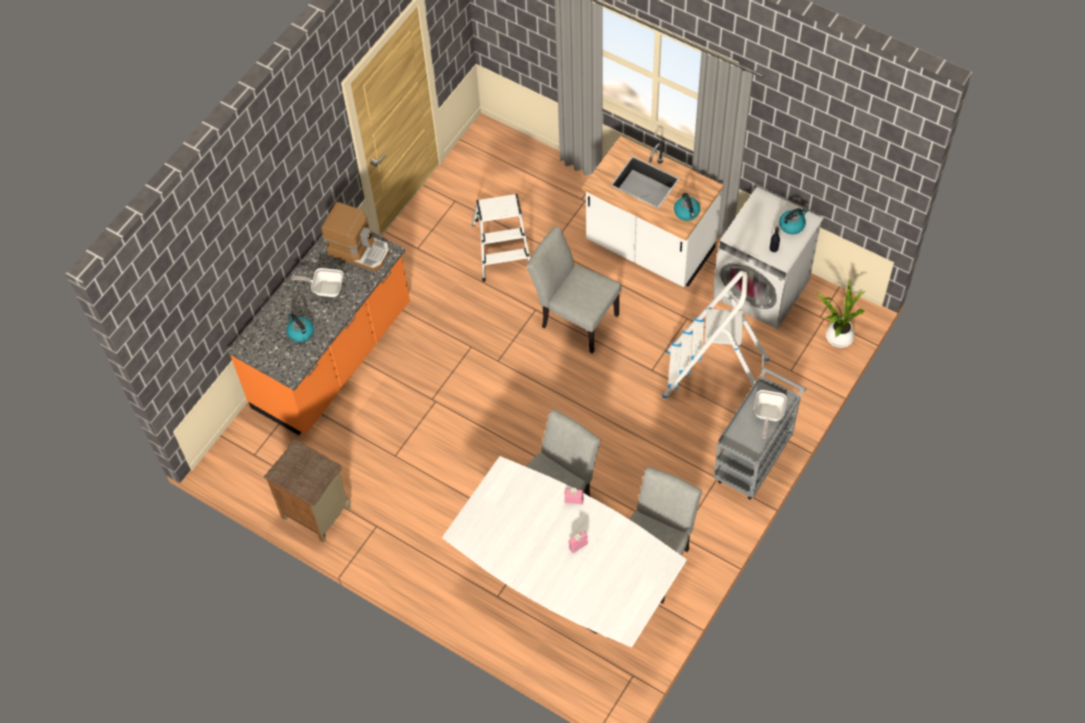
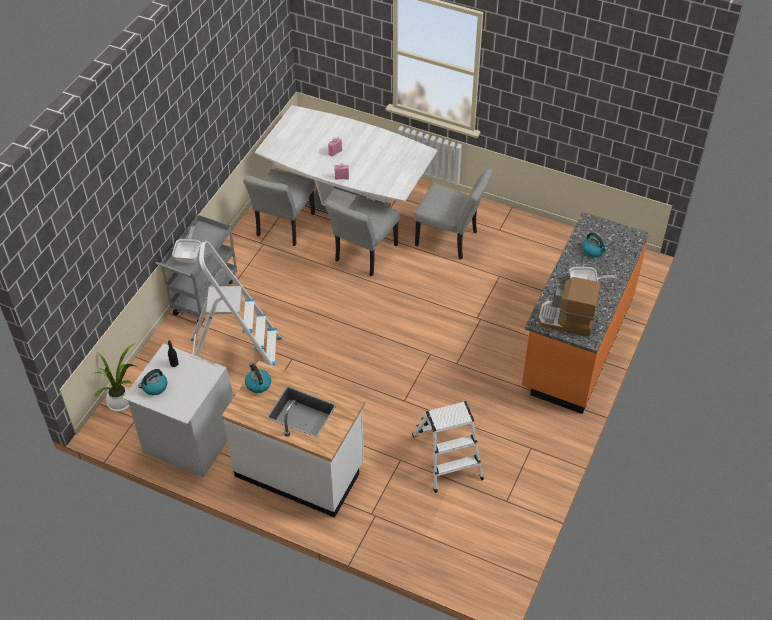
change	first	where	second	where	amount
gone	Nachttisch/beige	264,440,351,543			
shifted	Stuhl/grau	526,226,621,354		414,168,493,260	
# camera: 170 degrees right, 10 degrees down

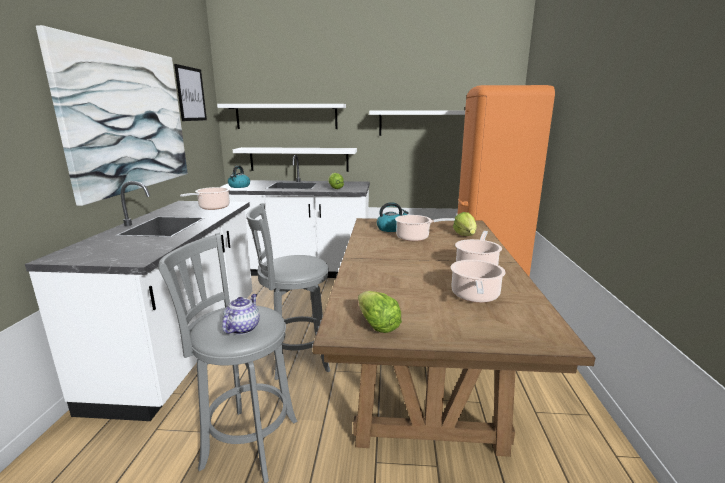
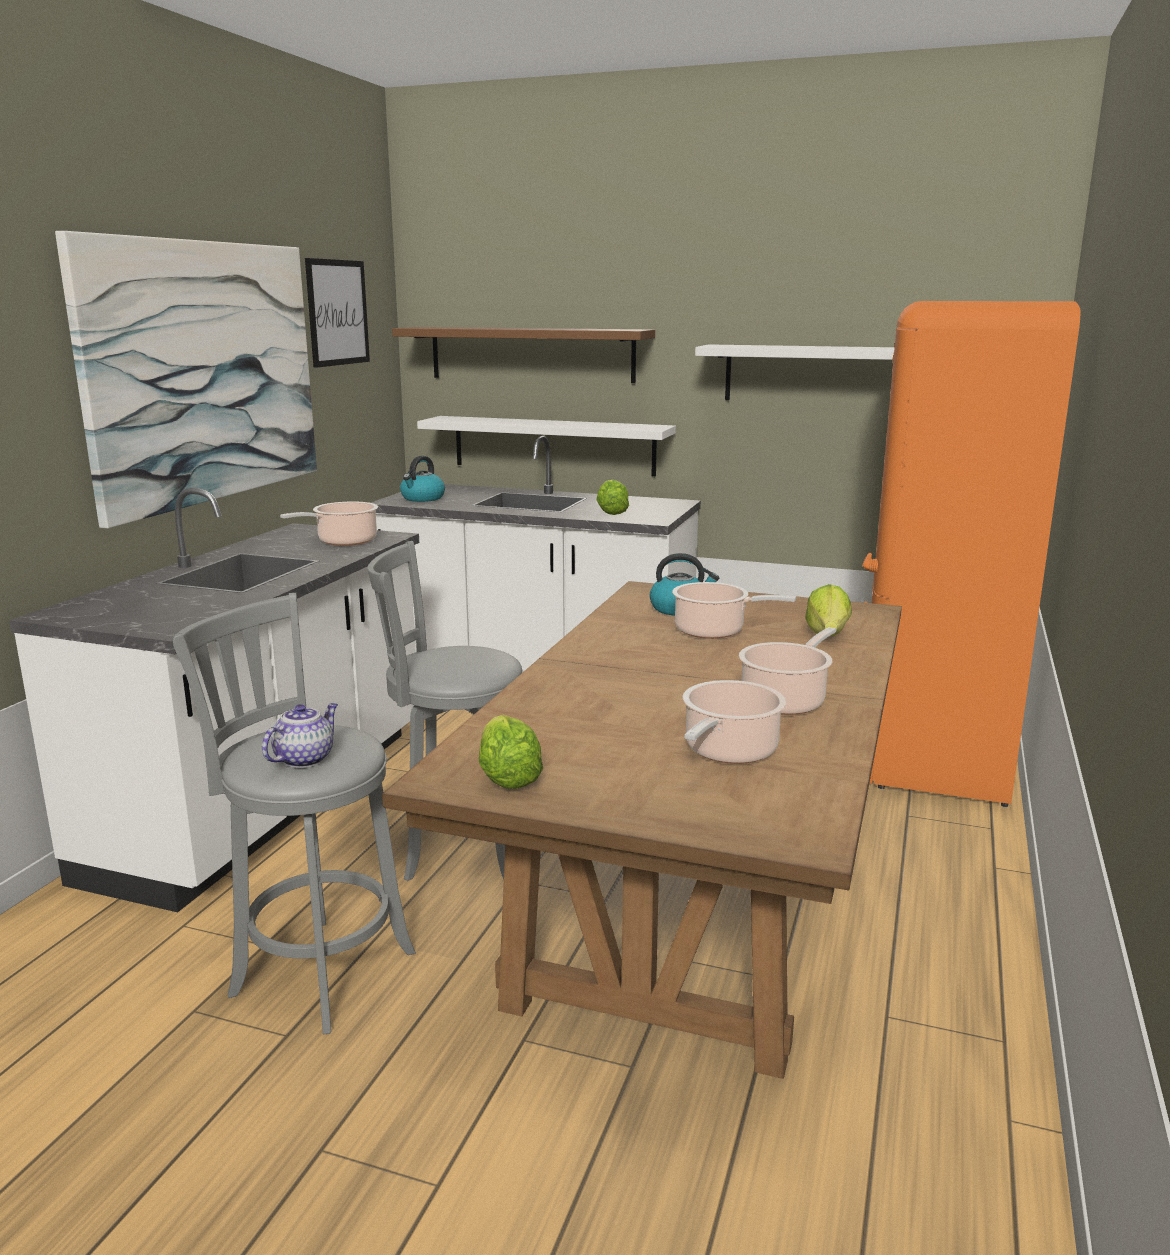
change	first	where	second	where	amount
repainted	Wandregal/weiß	217,104,346,129	Wandregal/braun	392,327,655,383	
# camera: 15 degrees right, 0 degrees up

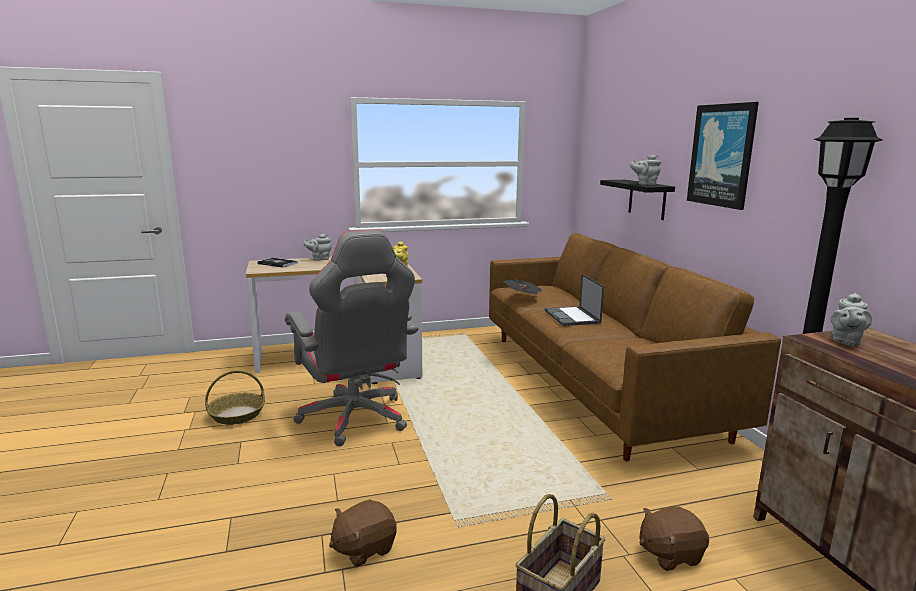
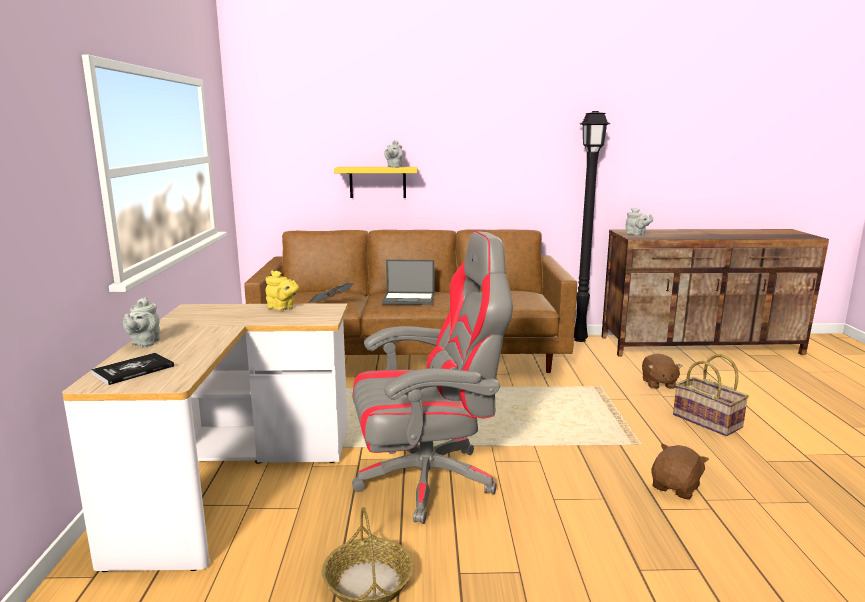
change	first	where	second	where	amount
rotated	Plüschtier/braun	329,499,397,567		651,444,709,500	120 degrees counterclockwise
repainted	Wandregal/schwarz	600,180,675,220	Wandregal/gelb	334,167,417,198	
gone	Bild	687,102,759,210			
# camera: 75 degrees left, 0 degrees up

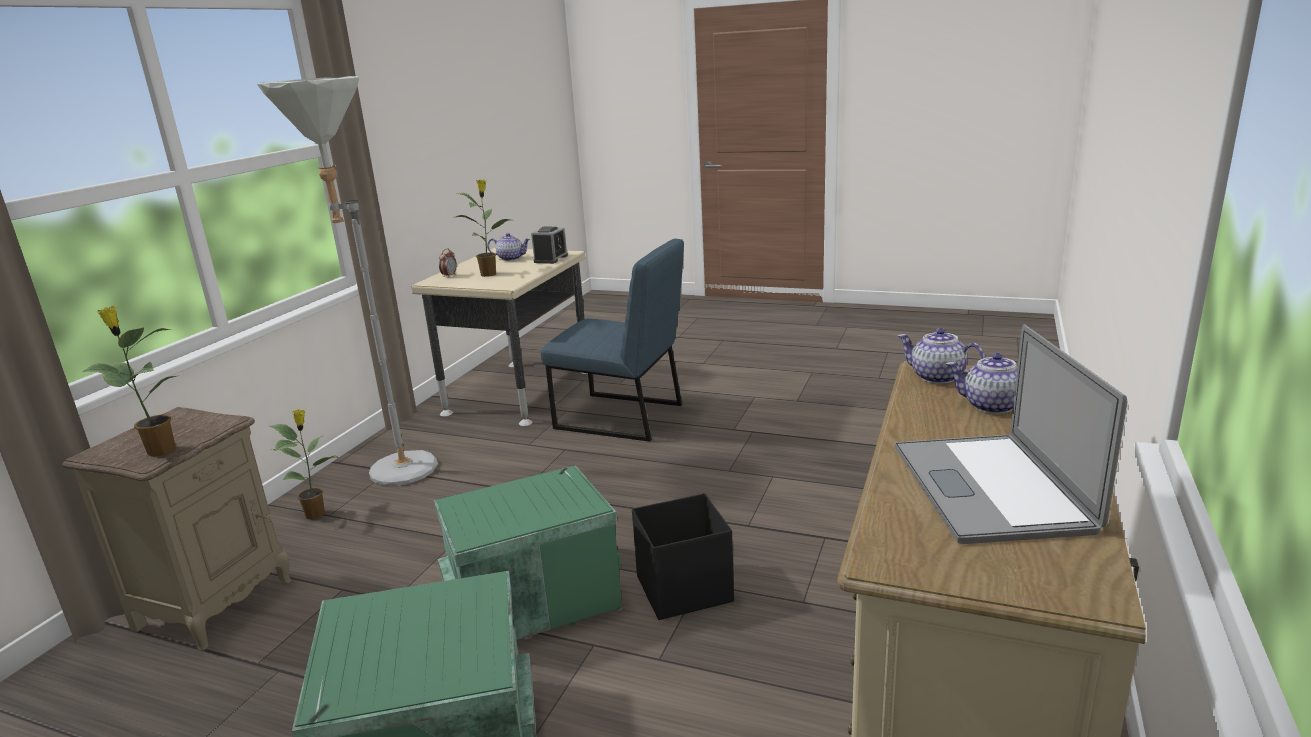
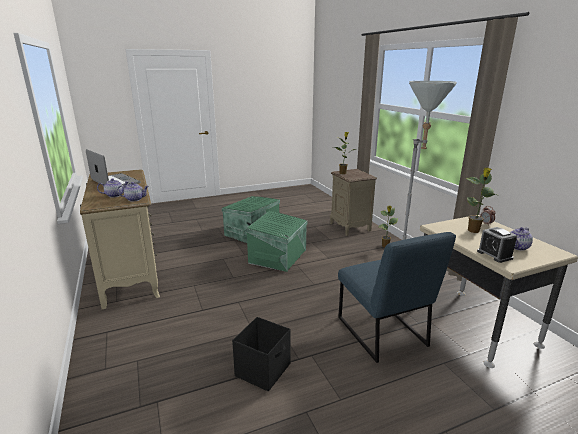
change	first	where	second	where	amount
rotated	Stuhl/blau	541,239,684,442		338,232,456,363	90 degrees counterclockwise
shifted	Aufbewahrungsbox/schwarz	632,493,734,620		232,317,290,392	
# camera: 135 degrees right, 0 degrees up

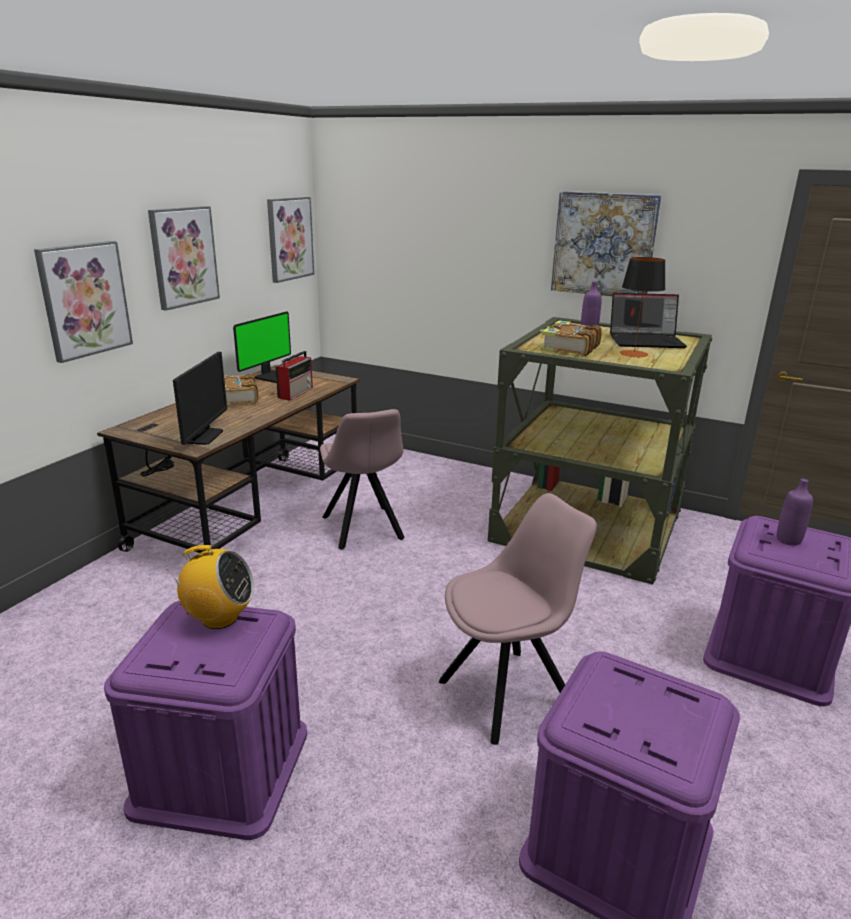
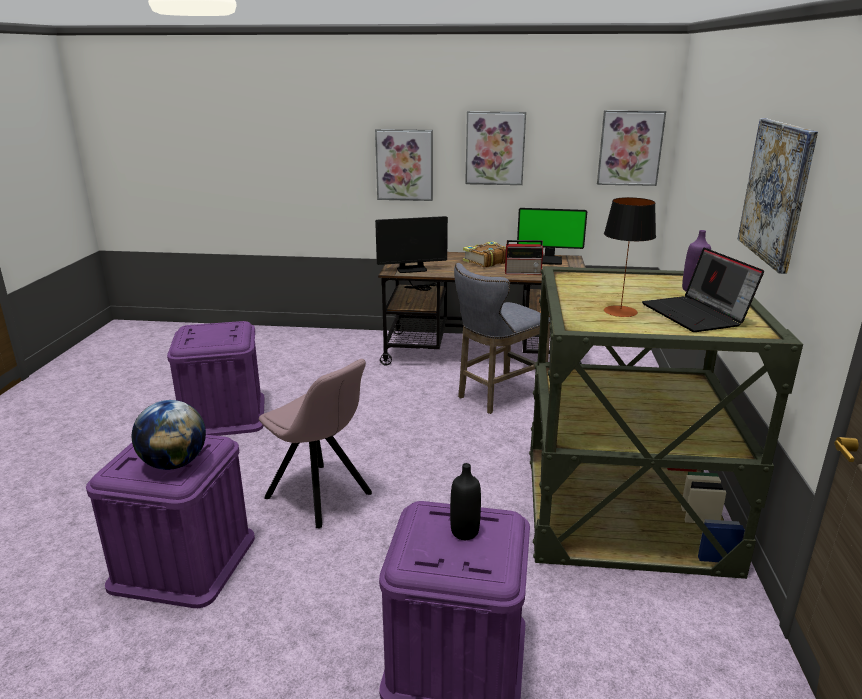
change	first	where	second	where	amount
gone	Radio	166,545,254,629			
swapped	Stuhl/rosa	320,409,405,550	Hocker/grau	454,263,550,414	
gone	Buch	540,320,602,356			
repainted	Flasche/lila	777,479,813,546	Flasche/schwarz	450,463,481,540	
new			Globus	132,400,206,470	
# camera: 70 degrees right, 0 degrees up

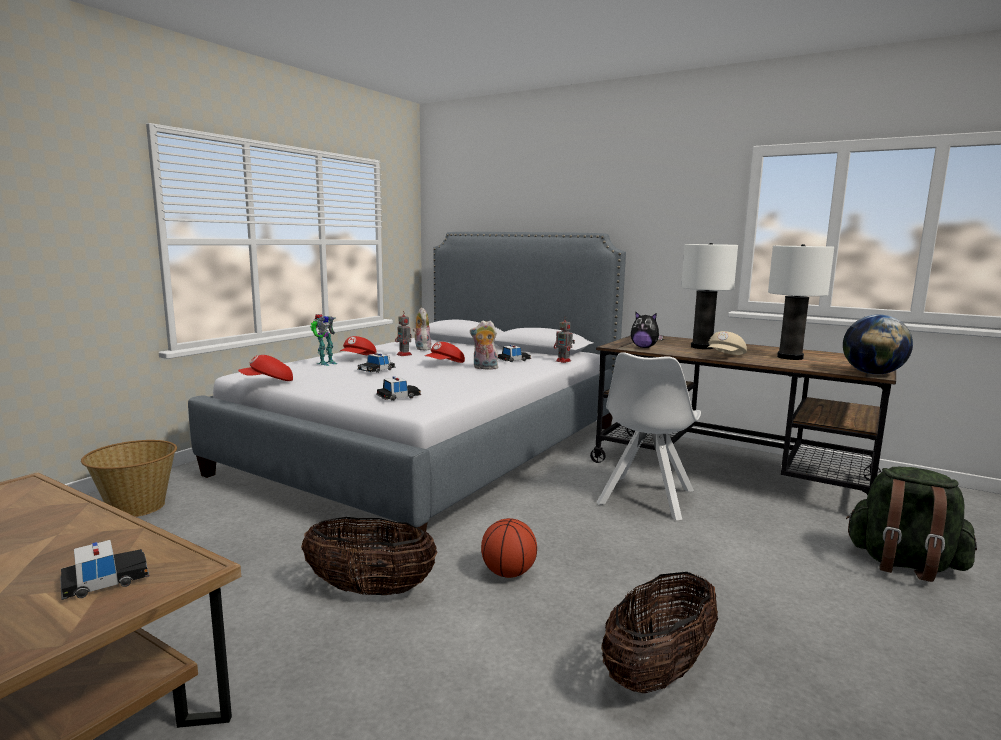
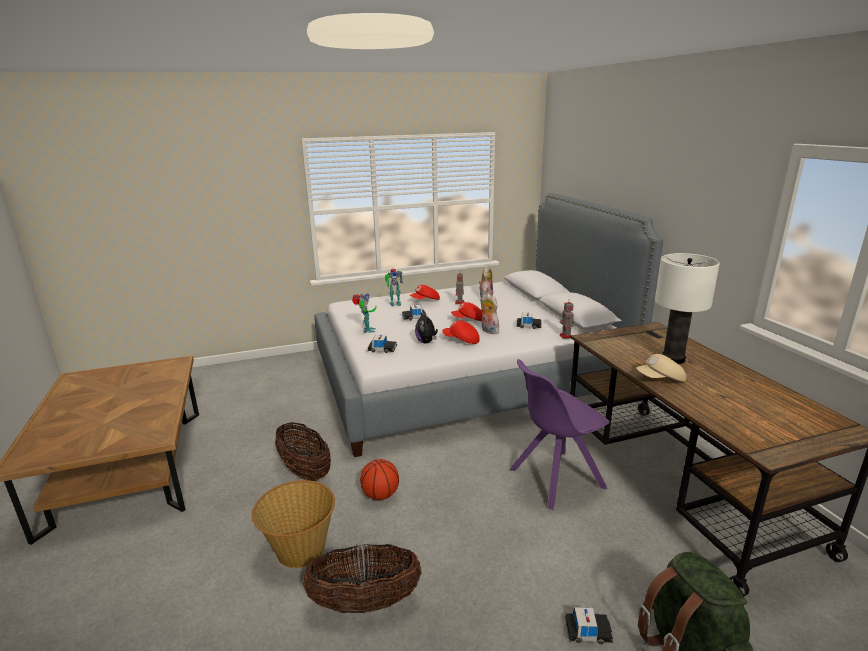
change	first	where	second	where	amount
shifted	Spielzeugauto	60,540,150,600		564,607,613,645	
shifted	Korb	81,440,177,517		252,480,335,568	
shifted	Kappe/rot	238,355,293,381		442,320,479,344	
repainted	Stuhl/weiß	597,352,701,520	Stuhl/lila	510,359,610,510	
shifted	Plüschtier	631,312,663,348		415,313,438,343	
gone	Tischlampe/weiß	768,244,834,360			
gone	Globus	843,314,913,375			
new			Spielzeugroboter	352,293,376,333	
# camera: 40 degrees right, 10 degrees up

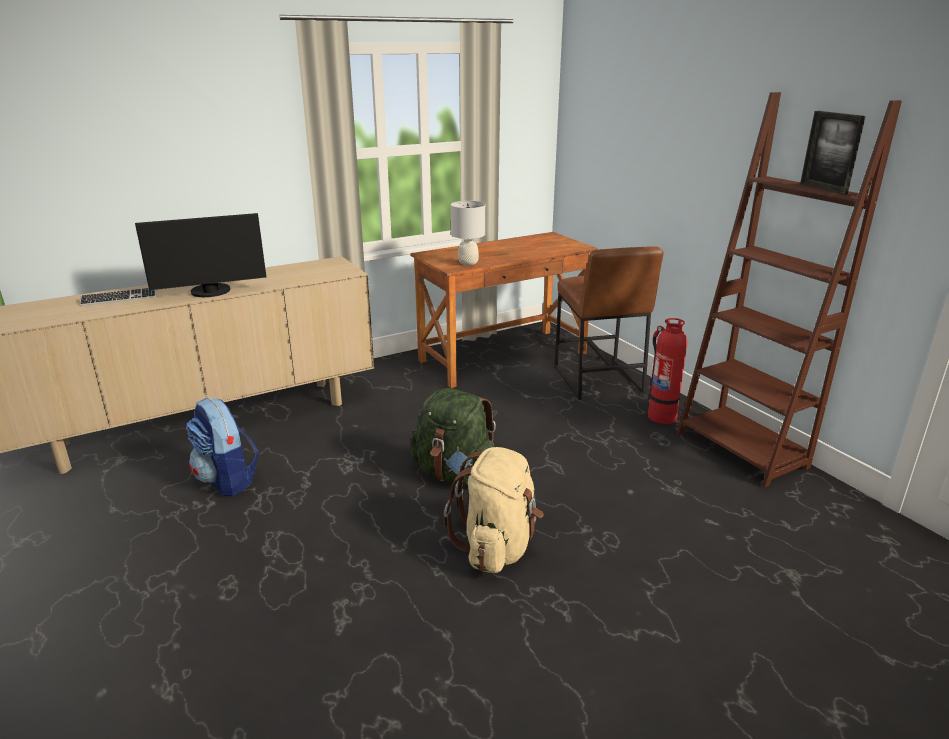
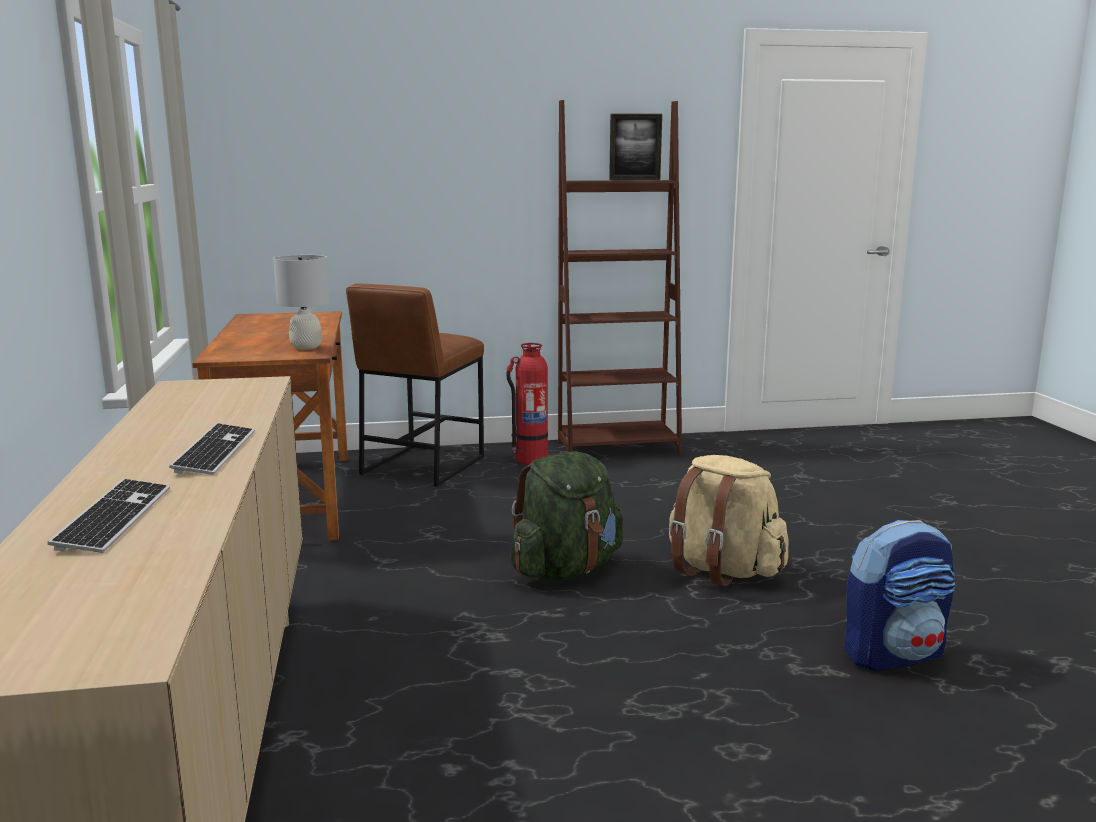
change	first	where	second	where	amount
swapped	Monitor	135,213,266,297	Tastatur	169,423,255,475	
shifted	Rucksack	186,398,259,496		844,520,955,671	
rotated	Stuhl/braun	555,246,664,400		346,284,484,487	105 degrees clockwise
# camera: 70 degrees left, 10 degrees down

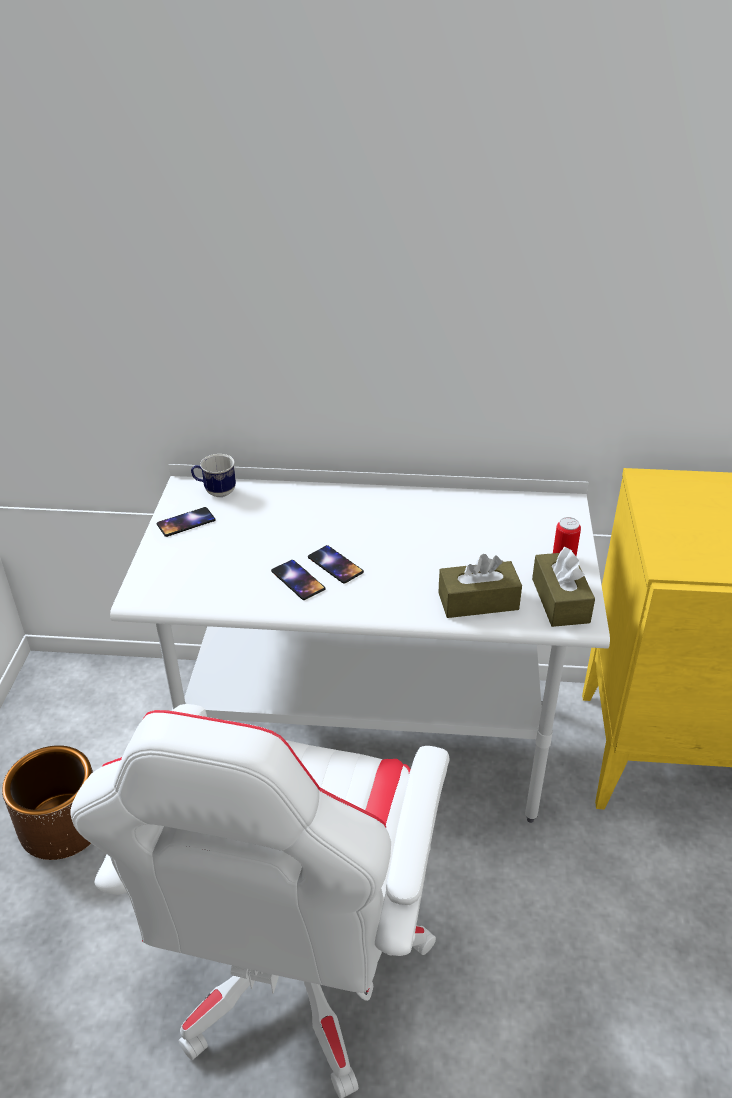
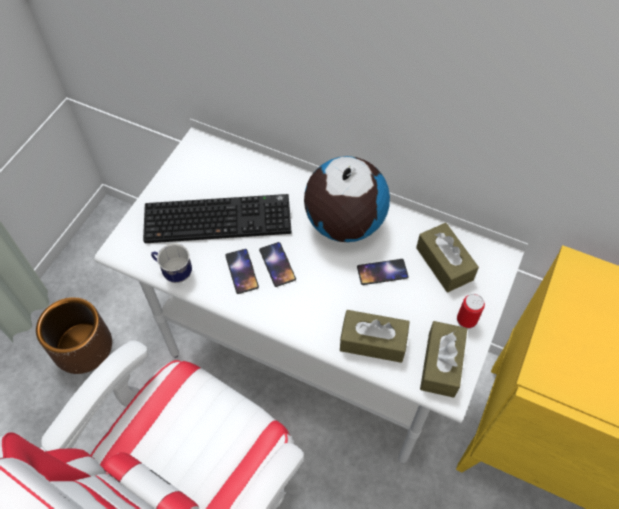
change	first	where	second	where	amount
shifted	Handy	157,507,216,537		357,259,408,285	
shifted	Henkelbecher	191,454,236,497		151,243,192,283	
new			Tastatur	143,194,292,243	
new			Globus	304,156,390,242	
new			Taschentuchbox/braun	416,223,479,292	
# camera: 20 degrees right, 20 degrees up

